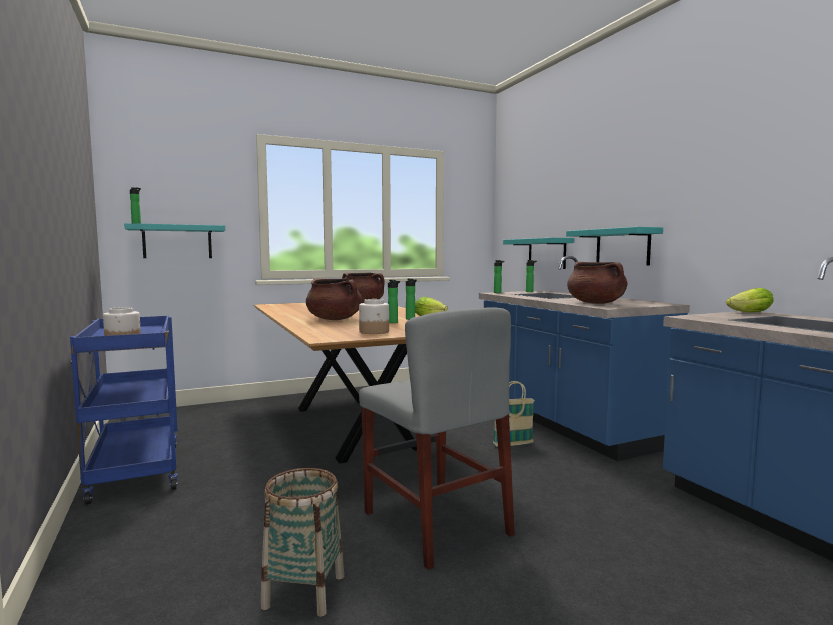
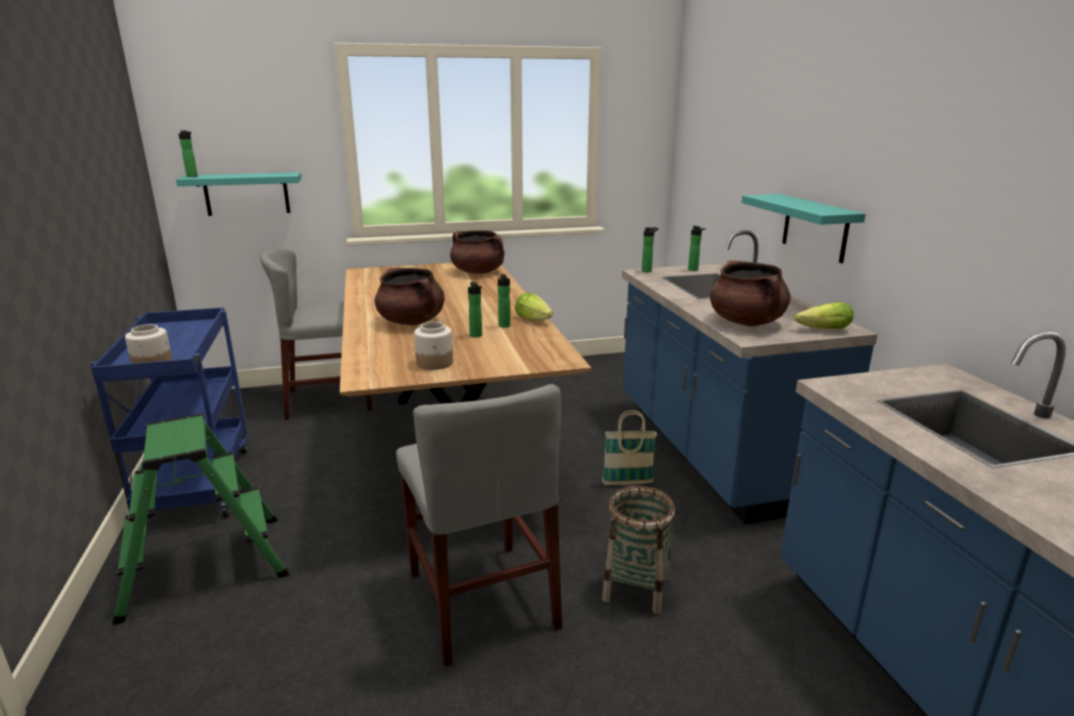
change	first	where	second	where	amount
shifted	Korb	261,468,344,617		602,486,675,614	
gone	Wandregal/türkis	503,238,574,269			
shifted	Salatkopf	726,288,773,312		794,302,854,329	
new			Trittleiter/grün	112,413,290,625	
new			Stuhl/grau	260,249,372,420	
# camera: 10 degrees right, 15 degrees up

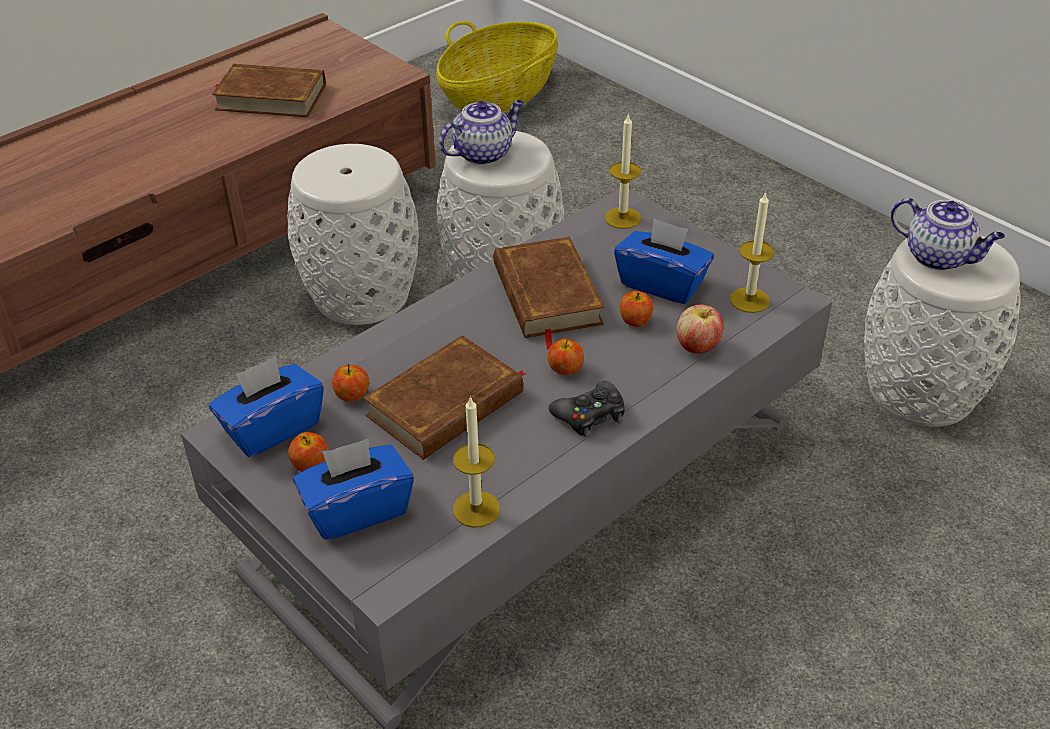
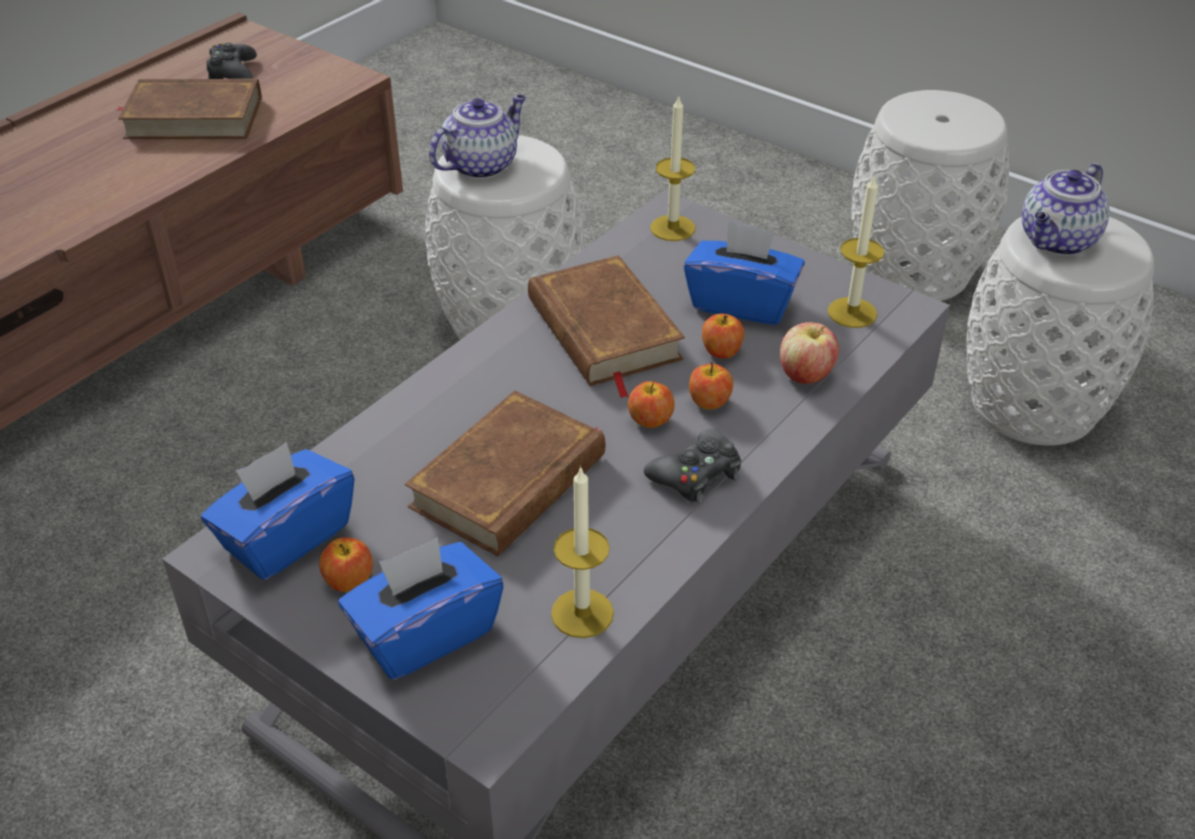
change	first	where	second	where	amount
shifted	Hocker/weiß	287,144,419,325		852,90,1009,301	
shifted	Apfel	332,364,369,402		689,362,733,409	
gone	Korb	436,21,557,113			
rotated	Teekanne	891,198,1005,271		1022,163,1109,255	105 degrees clockwise
new			Gamepad/schwarz	206,43,257,79	
# camera: 10 degrees left, 0 degrees up

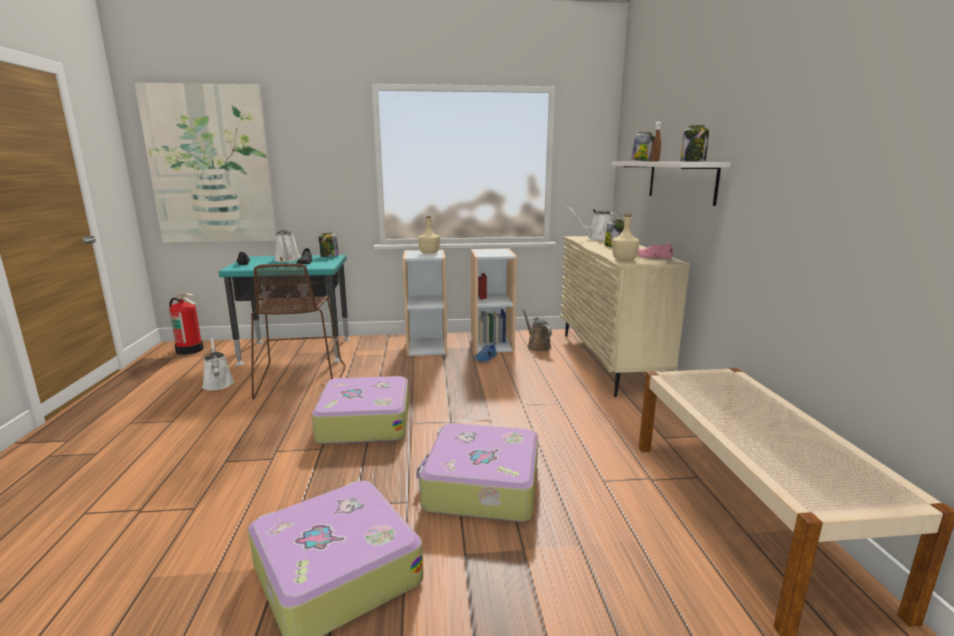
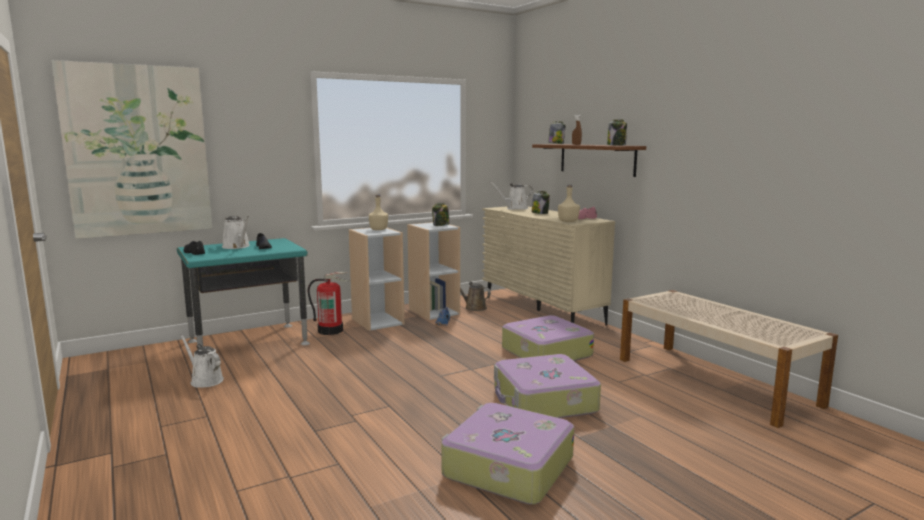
change	first	where	second	where	amount
shifted	Feuerlöscher	169,293,203,355		308,272,350,335	
gone	Hocker/braun	251,263,346,399			
shifted	Koffer	312,376,409,444		502,315,594,361	
shifted	Vorratsglas	319,232,339,257		432,203,450,226	
repainted	Wandregal/weiß	612,162,731,206	Wandregal/braun	532,144,646,177	
# camera: 25 degrees left, 5 degrees down

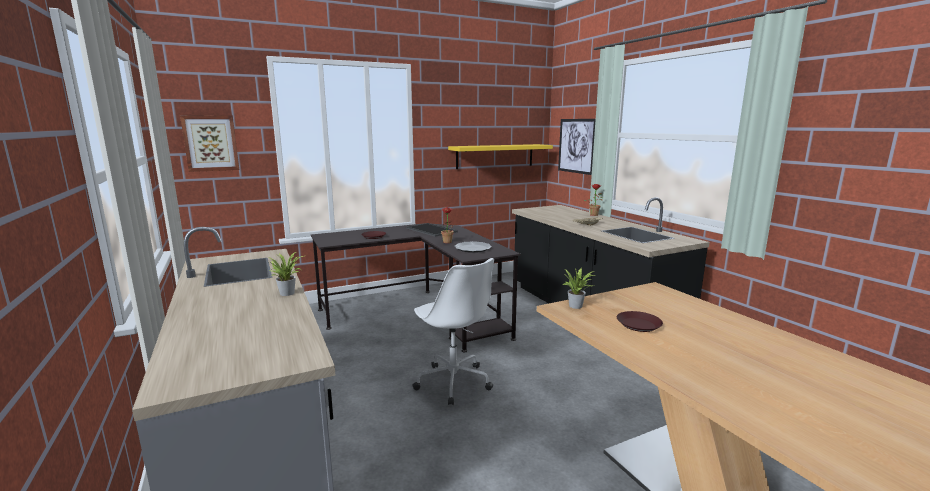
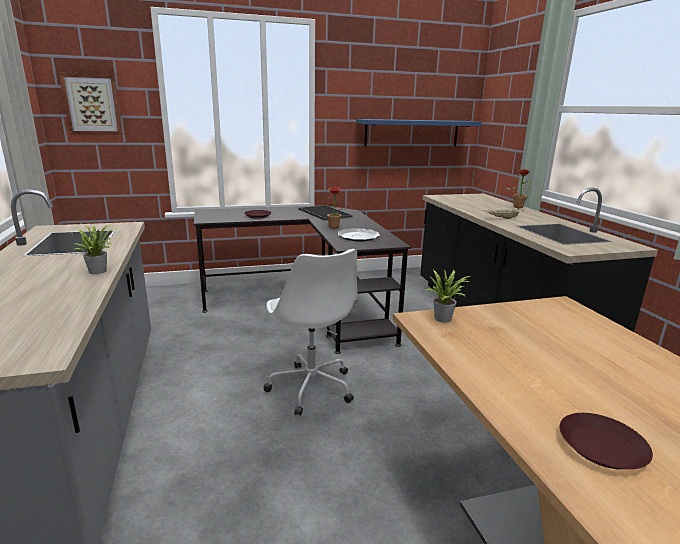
change	first	where	second	where	amount
repainted	Wandregal/gelb	448,144,553,169	Wandregal/blau	356,119,482,146	
gone	Bild	558,119,596,175			
shifted	Teller/braun	617,311,663,332		560,413,653,469	
# camera: 10 degrees right, 5 degrees up

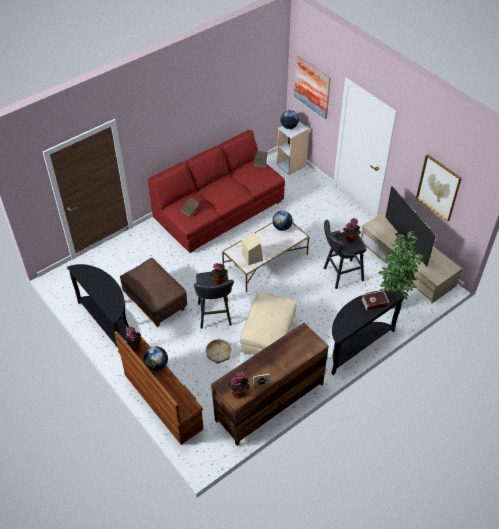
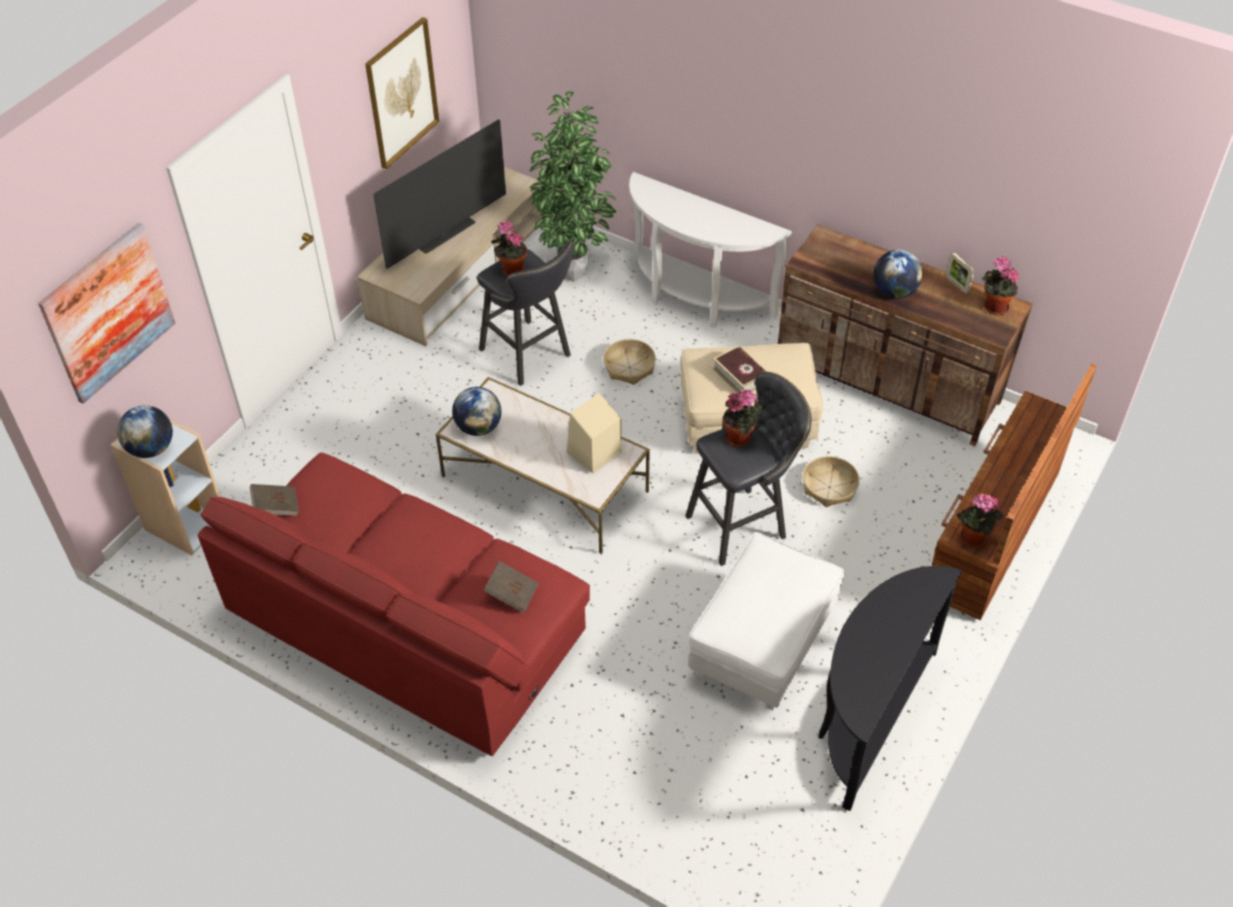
change	first	where	second	where	amount
repainted	Polsterhocker/braun	120,258,187,327	Polsterhocker/weiß	688,532,845,711	
shifted	Globus	144,346,168,371		874,249,923,299	
repainted	Konsolentisch/schwarz	331,291,405,375	Konsolentisch/weiß	629,172,792,328	
shifted	Buch	361,290,389,311		713,345,765,394	
new			Korb	603,339,656,385	
# camera: 110 degrees left, 0 degrees up

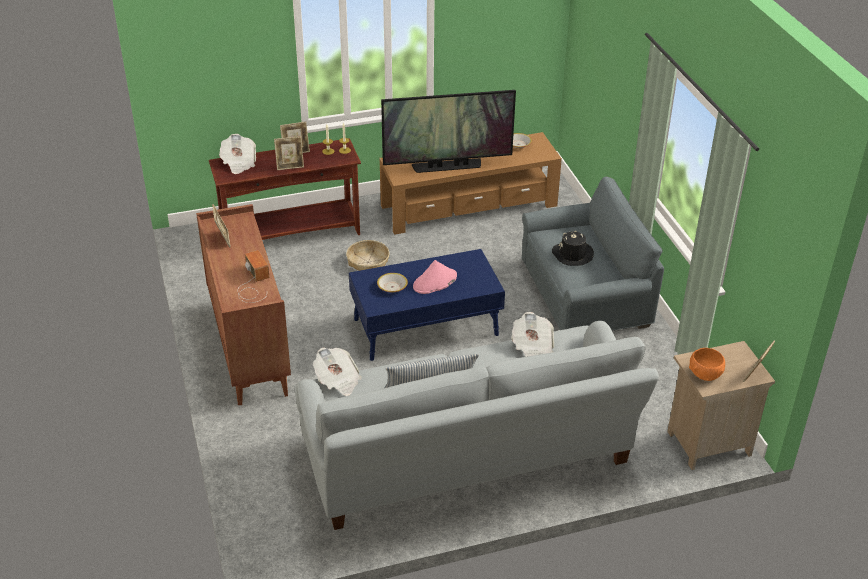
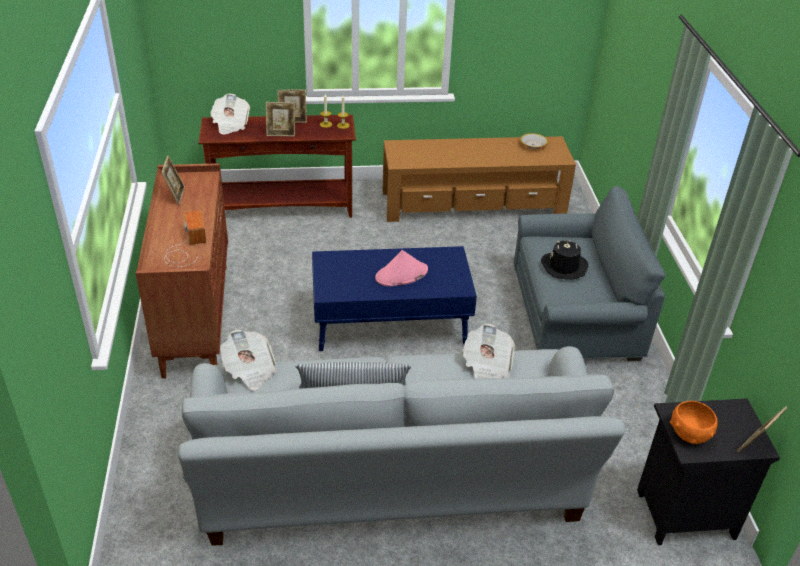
change	first	where	second	where	amount
gone	Korb	346,240,389,271			
gone	Schüssel	377,273,408,293			
gone	Fernseher	381,90,516,173			
repainted	Nachttisch/beige	667,341,775,470	Nachttisch/schwarz	637,399,780,545	
# camera: 10 degrees right, 0 degrees up

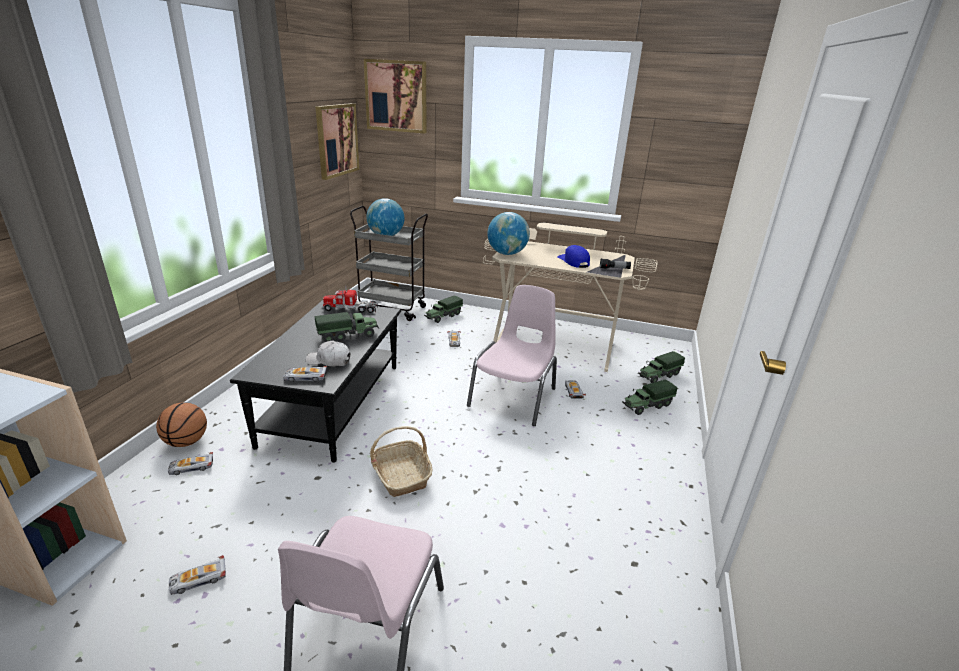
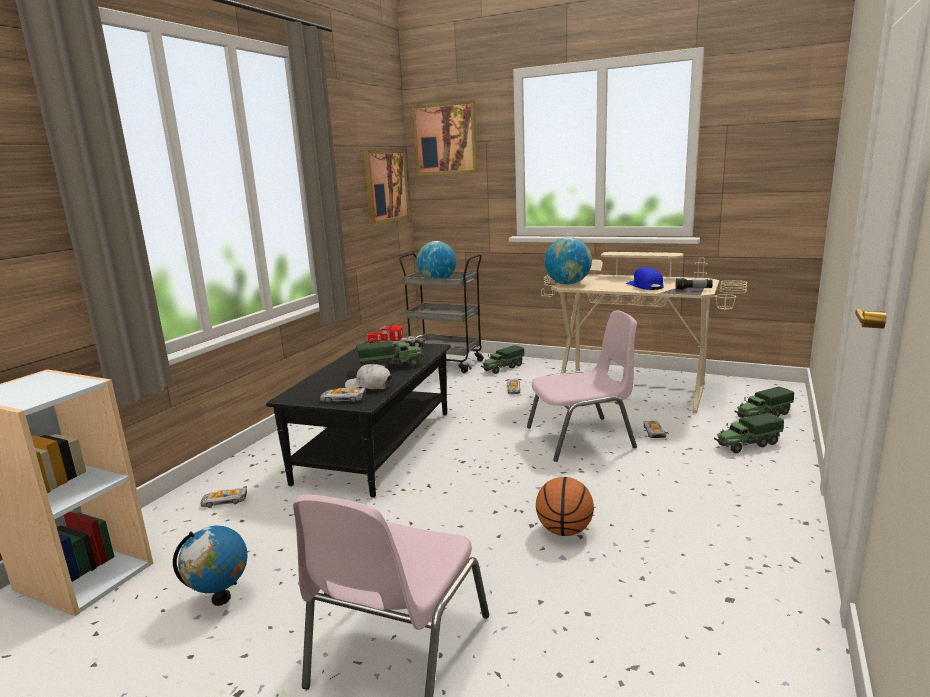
change	first	where	second	where	amount
shifted	Basketball	156,402,207,447		536,477,594,536	
swapped	Spielzeugauto	169,555,226,595	Globus	173,526,248,606	
gone	Korb	370,426,433,497			
rotated	Stuhl/rosa	467,285,557,426		527,310,637,462	45 degrees clockwise
# camera: 10 degrees right, 10 degrees down

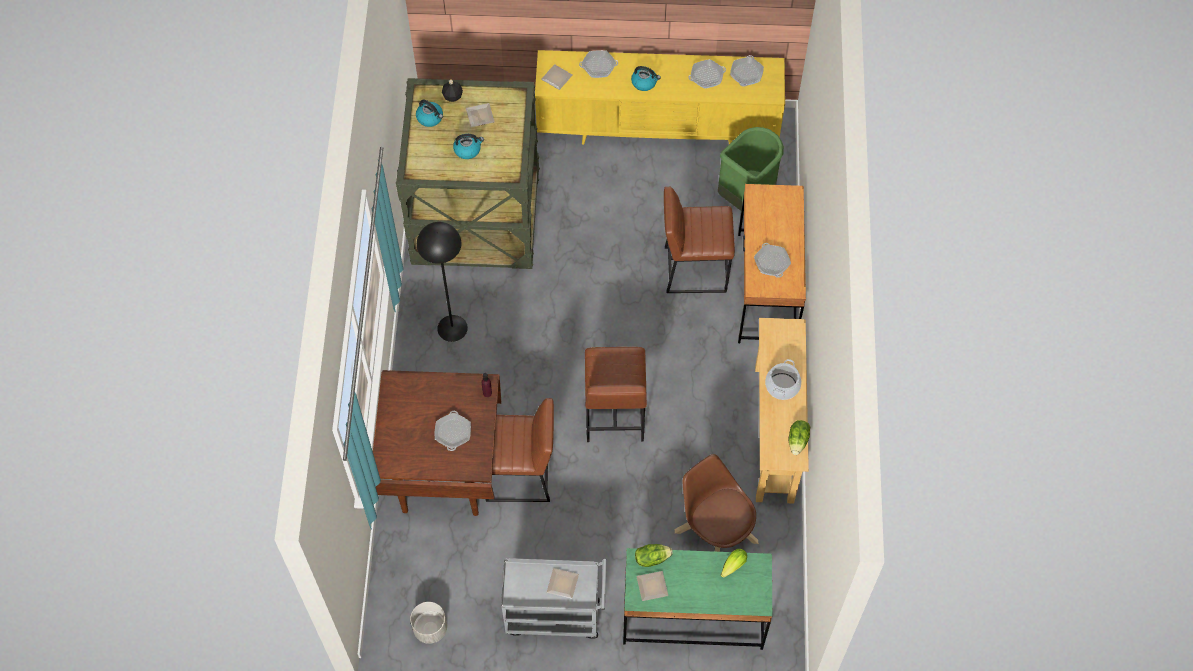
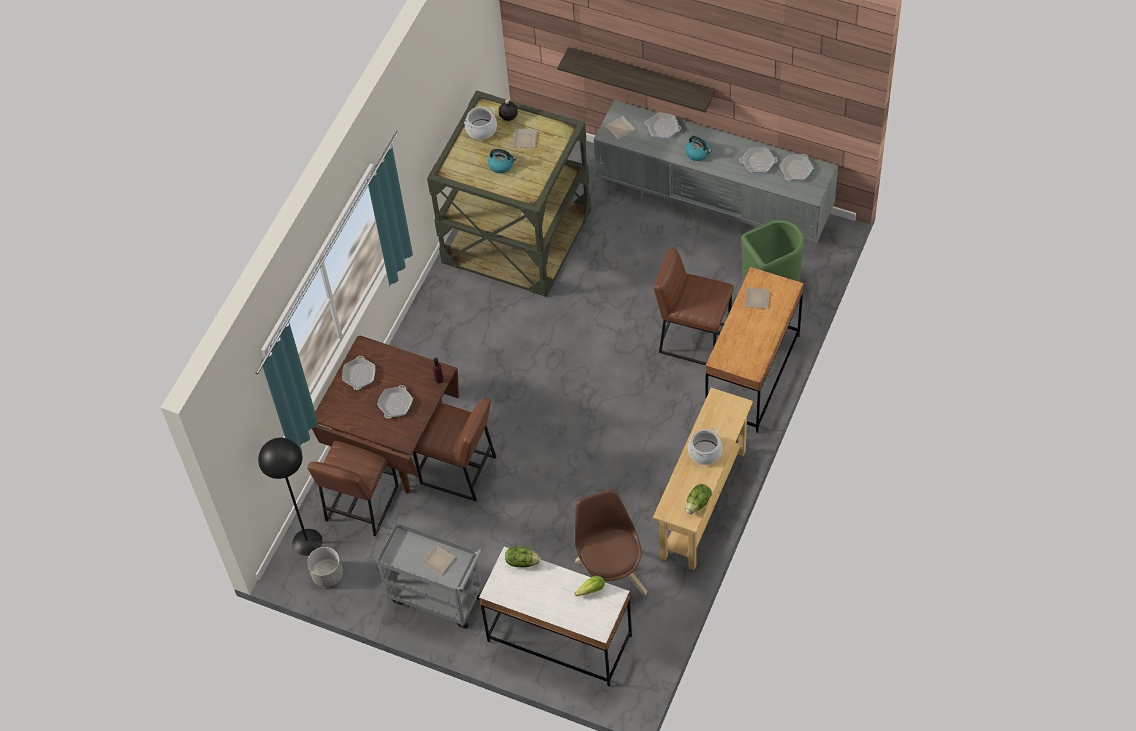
change	first	where	second	where	amount
swapped	Wasserkessel	416,100,443,127	Kochtopf	464,107,497,140	
shifted	Stehlampe/schwarz	417,222,468,342		258,438,323,556	
repainted	Schrank/gelb	535,50,785,145	Schrank/grau	594,100,838,243	
shifted	Stuhl/braun	585,347,647,442		307,432,399,536	
repainted	Schreibtisch/grün	623,548,772,650	Schreibtisch/weiß	479,547,632,687	
shifted	Teller	636,571,668,601		744,287,770,309	
shifted	Pfanne	754,243,791,278		342,356,375,390	
new			Wandregal	557,47,716,112	
# camera: 25 degrees right, 5 degrees down

